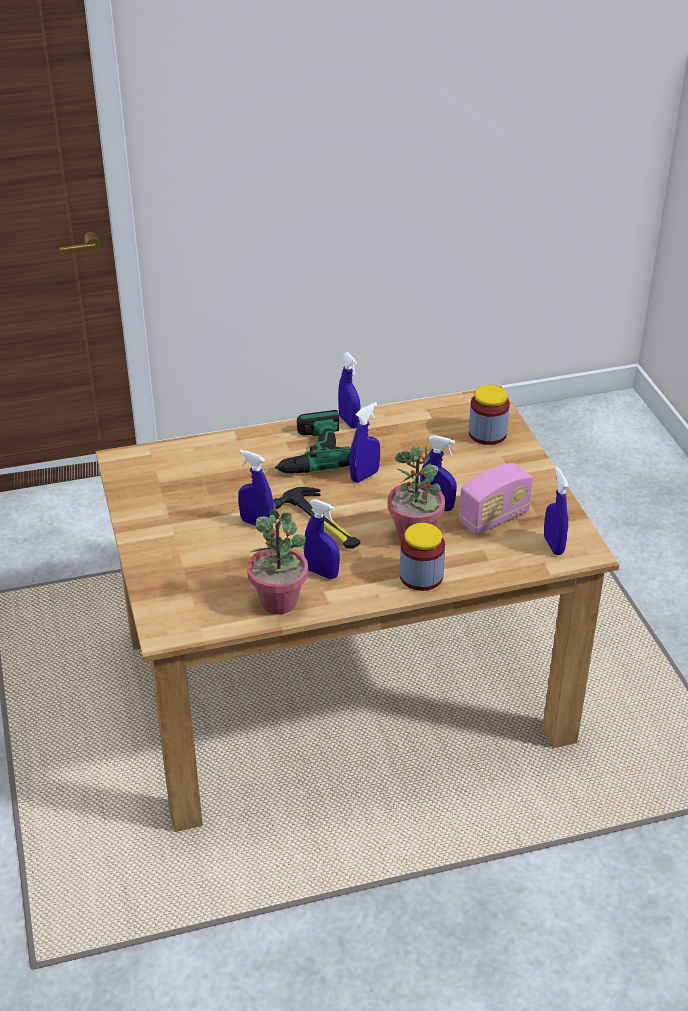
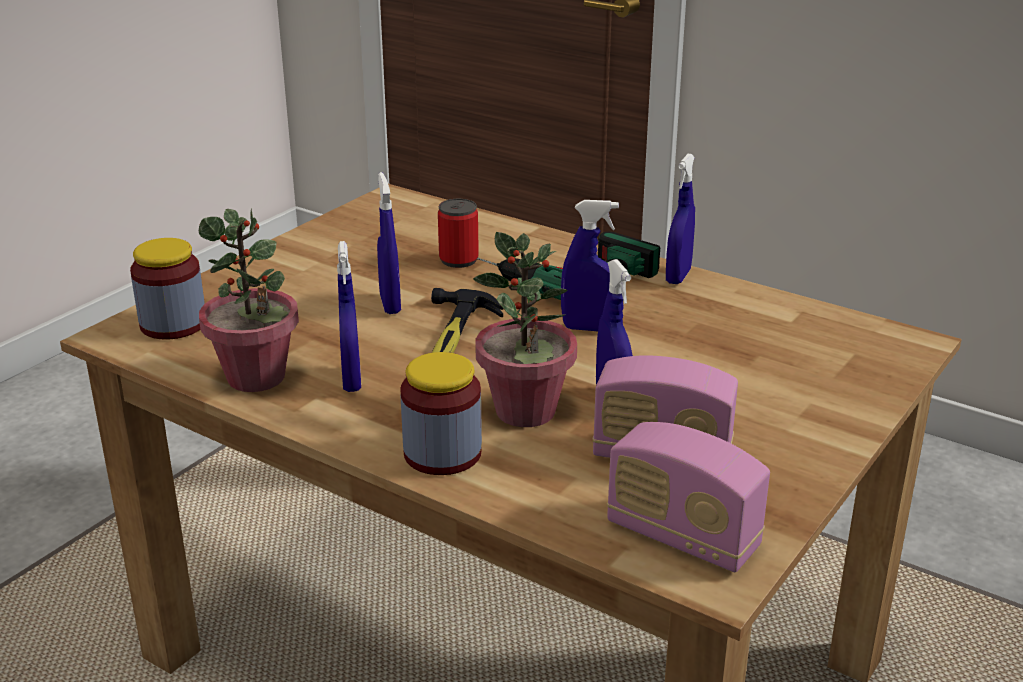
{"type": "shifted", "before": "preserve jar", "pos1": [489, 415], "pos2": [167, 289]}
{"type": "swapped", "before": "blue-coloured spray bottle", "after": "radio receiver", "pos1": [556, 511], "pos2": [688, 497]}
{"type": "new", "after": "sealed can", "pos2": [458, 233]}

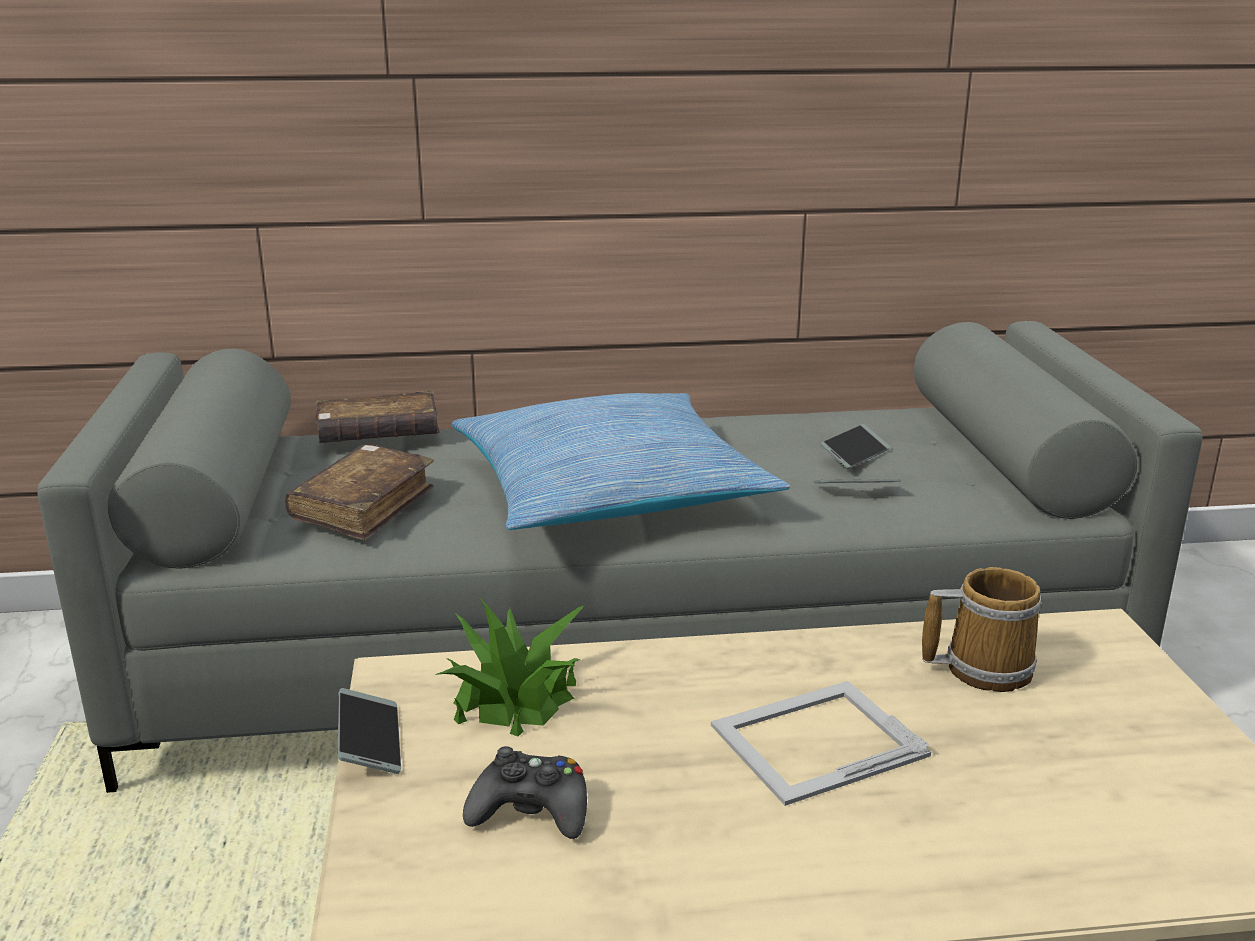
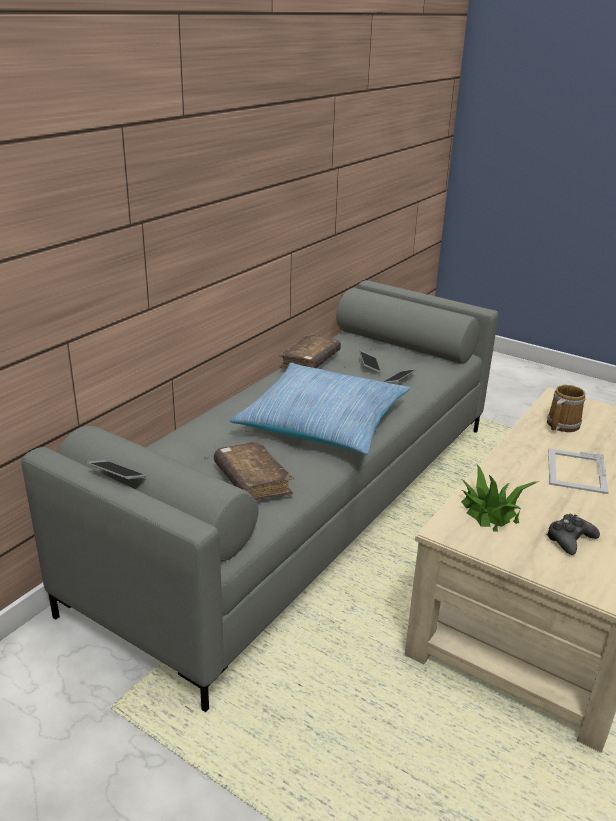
{"type": "shifted", "before": "brown book", "pos1": [377, 416], "pos2": [310, 351]}
{"type": "shifted", "before": "phone", "pos1": [369, 731], "pos2": [116, 469]}

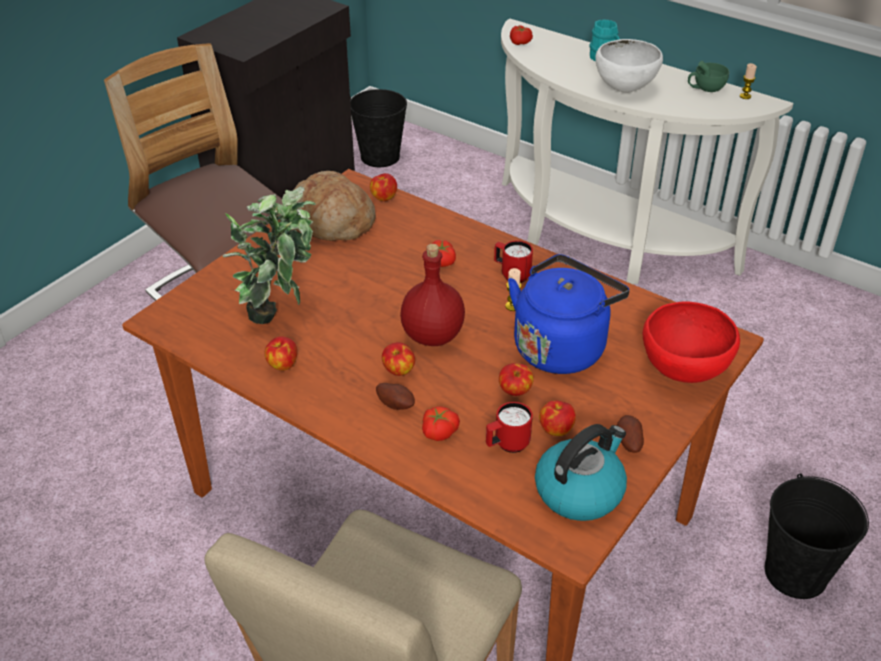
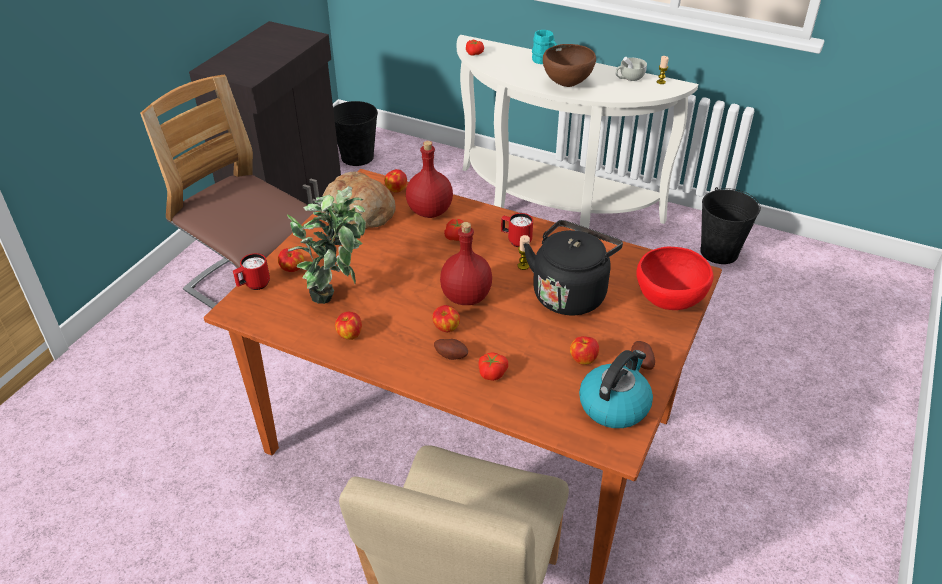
{"type": "shifted", "before": "red-coloured mug", "pos1": [509, 427], "pos2": [251, 271]}
{"type": "shifted", "before": "whole apple", "pos1": [516, 379], "pos2": [291, 260]}
{"type": "repainted", "before": "blue-coloured tea kettle", "after": "blackish tea kettle", "pos1": [569, 314], "pos2": [573, 267]}
{"type": "repainted", "before": "white-coloured bowl", "after": "brown bowl", "pos1": [629, 66], "pos2": [569, 65]}
{"type": "repainted", "before": "greenish cup", "after": "white-coloured cup", "pos1": [708, 76], "pos2": [631, 69]}
{"type": "shifted", "before": "blackish pail", "pos1": [816, 536], "pos2": [730, 225]}
{"type": "new", "after": "red-coloured bottle", "pos2": [429, 179]}

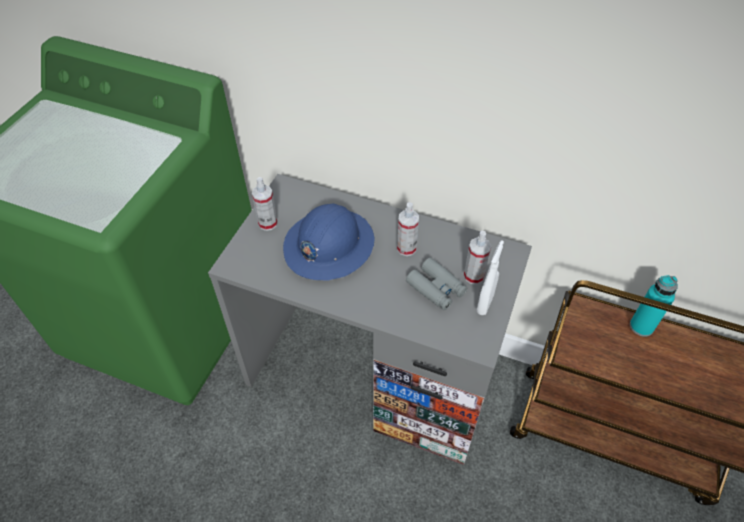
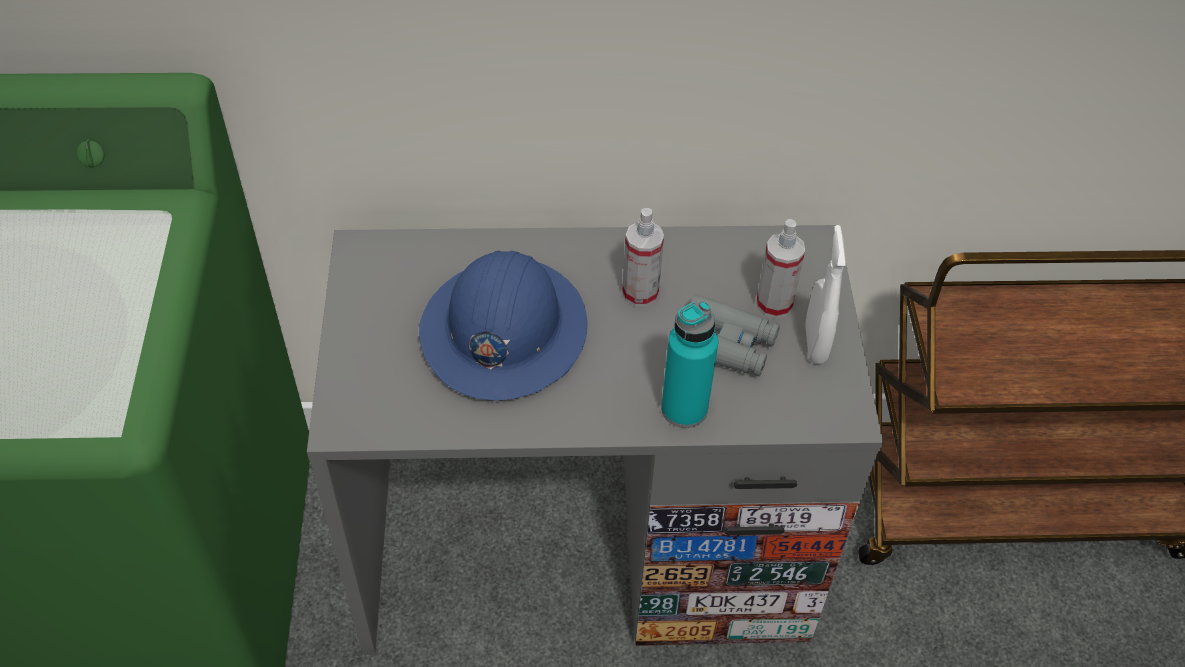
{"type": "gone", "before": "spray bottle", "pos1": [265, 204]}
{"type": "shifted", "before": "turquoise bottle", "pos1": [654, 306], "pos2": [689, 364]}

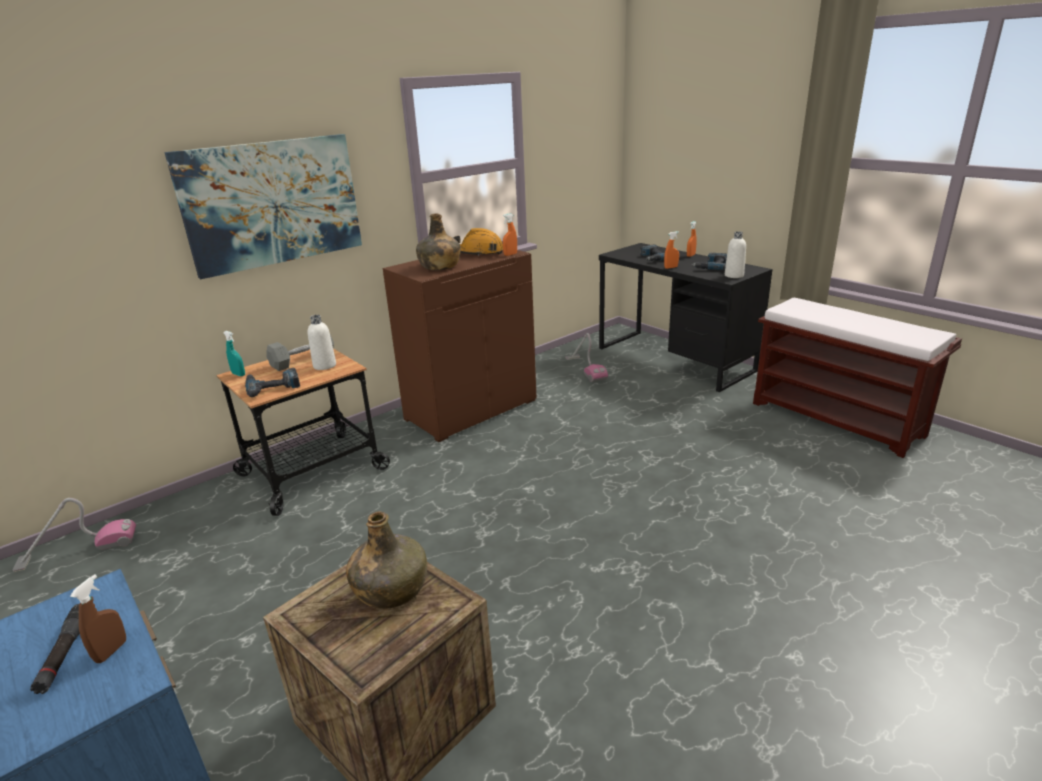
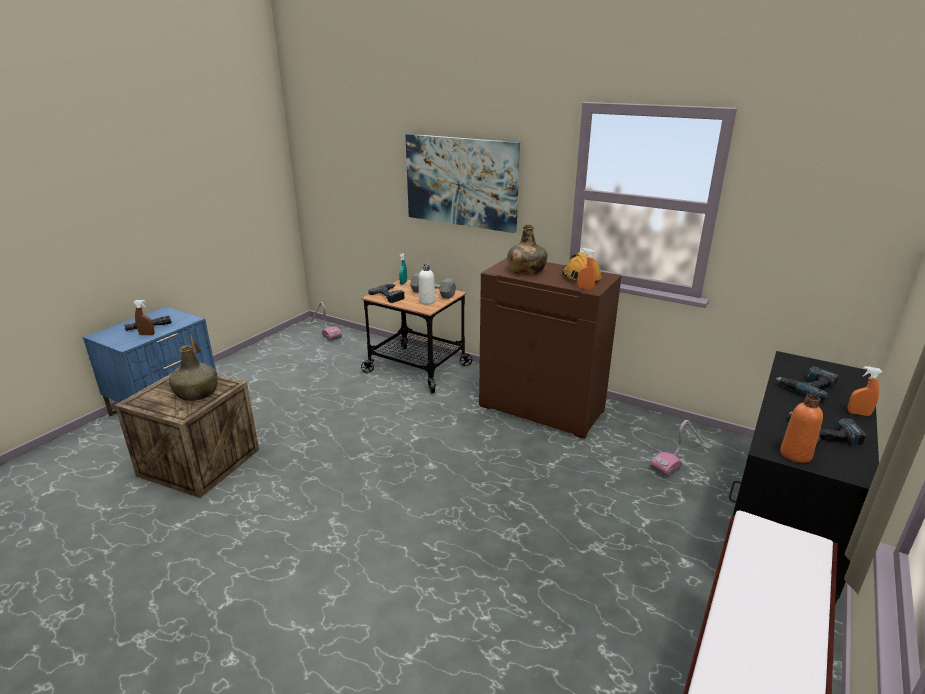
{"type": "gone", "before": "orange spray bottle", "pos1": [671, 250]}
{"type": "repainted", "before": "white-coloured bottle", "after": "orange bottle", "pos1": [735, 254], "pos2": [801, 428]}

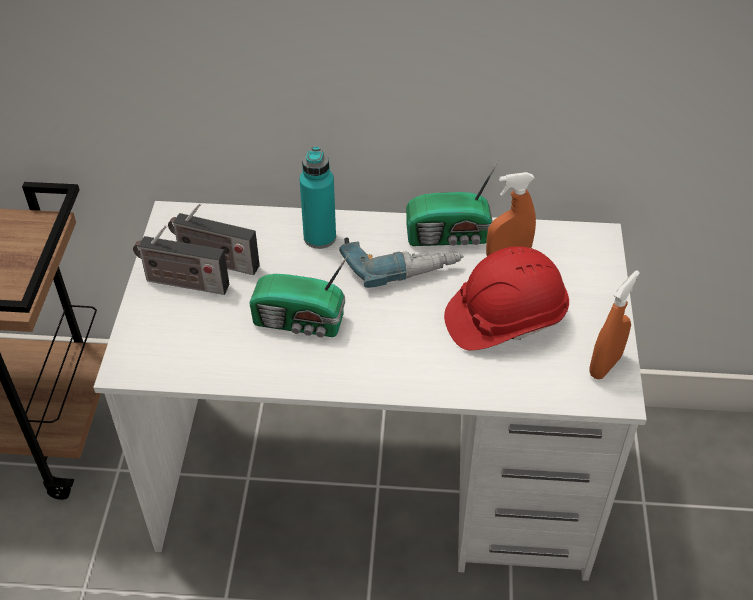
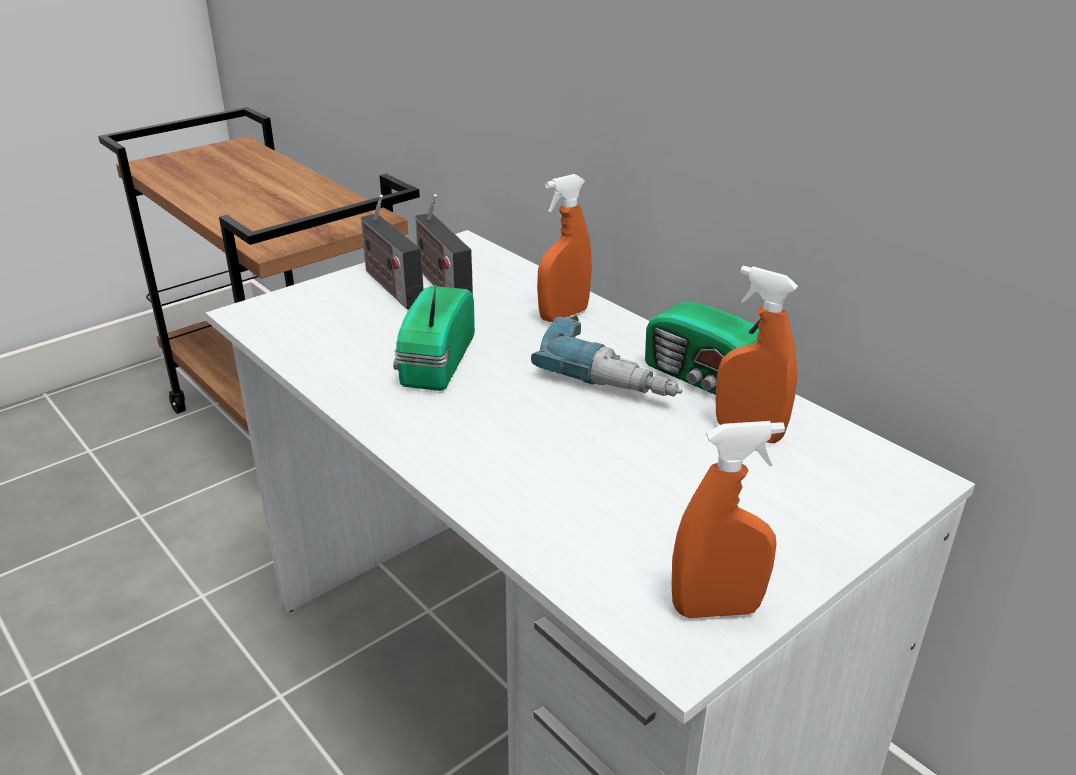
{"type": "rotated", "before": "radio receiver", "pos1": [299, 295], "pos2": [434, 338], "turn": 45}
{"type": "swapped", "before": "turquoise bottle", "after": "orange spray bottle", "pos1": [317, 198], "pos2": [564, 248]}
{"type": "gone", "before": "red-coloured work helmet", "pos1": [506, 298]}

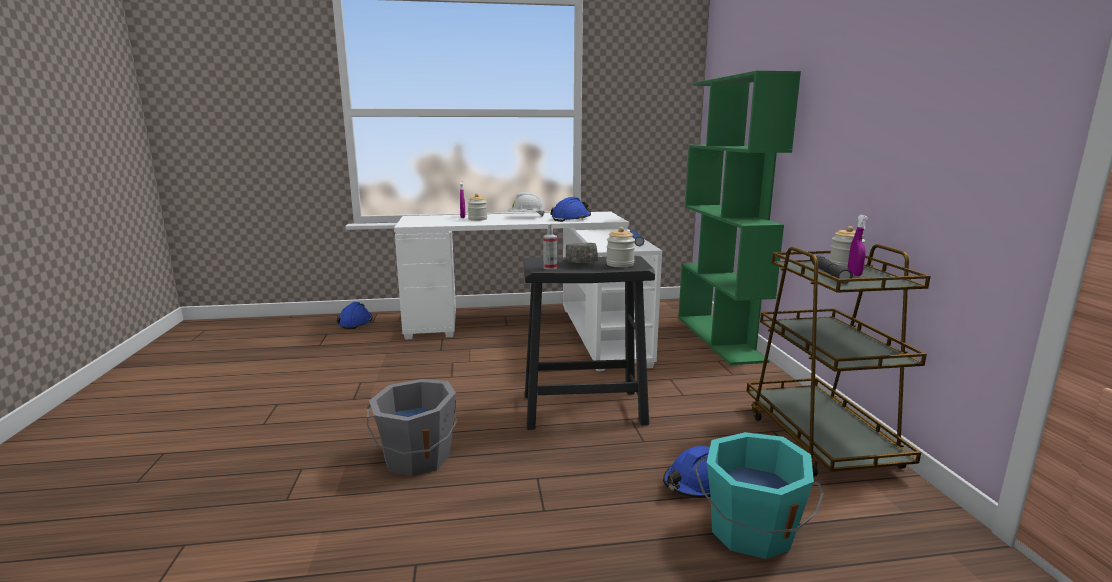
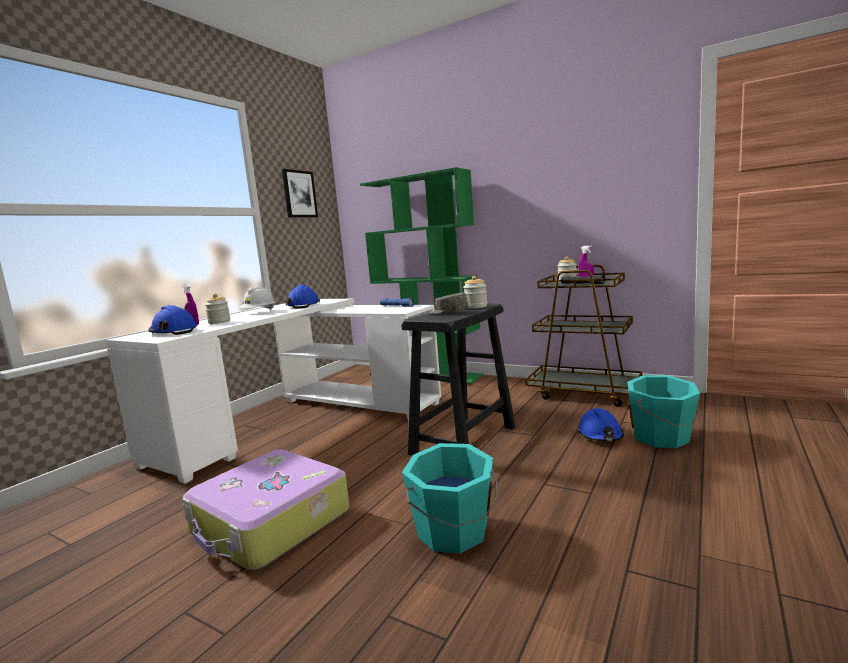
{"type": "shifted", "before": "blue-coloured work helmet", "pos1": [354, 315], "pos2": [173, 320]}
{"type": "repainted", "before": "gray pail", "after": "turquoise pail", "pos1": [412, 427], "pos2": [450, 498]}
{"type": "gone", "before": "spray bottle", "pos1": [550, 247]}
{"type": "new", "after": "suitcase", "pos2": [265, 509]}
{"type": "new", "after": "wall art", "pos2": [300, 193]}

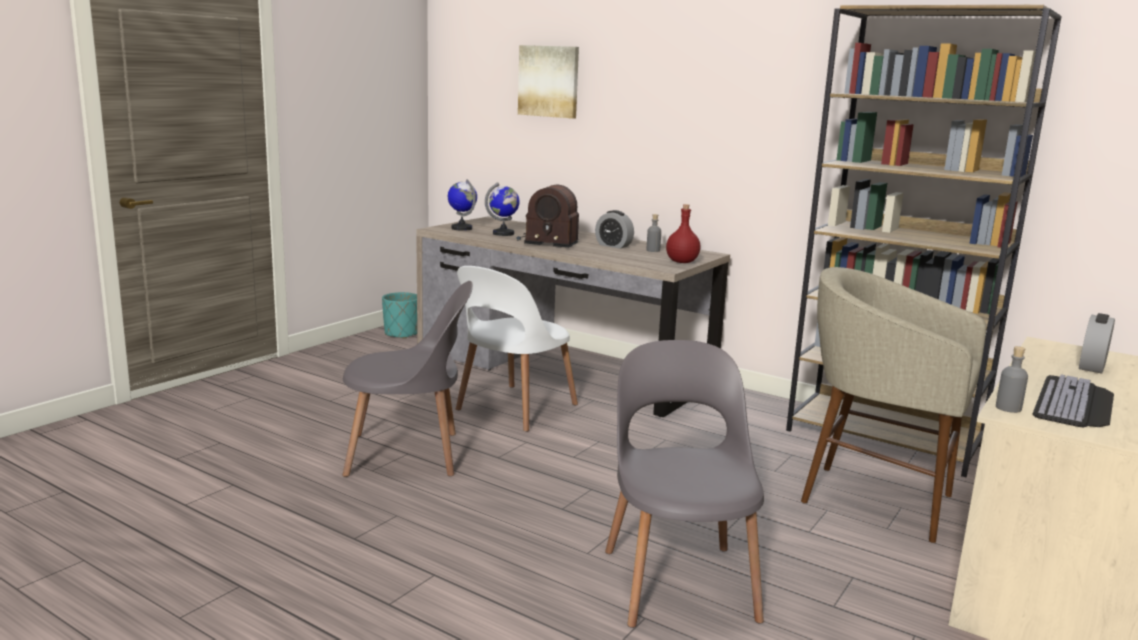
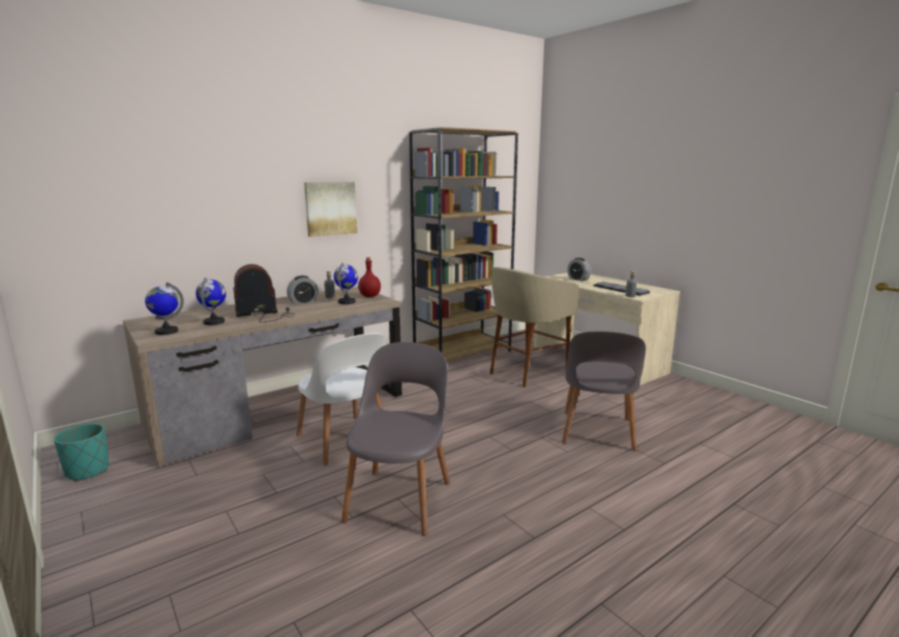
{"type": "rotated", "before": "radio receiver", "pos1": [547, 216], "pos2": [264, 293], "turn": -150}
{"type": "shifted", "before": "wall art", "pos1": [548, 82], "pos2": [330, 209]}
{"type": "rotated", "before": "gray chair", "pos1": [684, 484], "pos2": [604, 391], "turn": -90}
{"type": "new", "after": "globe", "pos2": [346, 283]}

